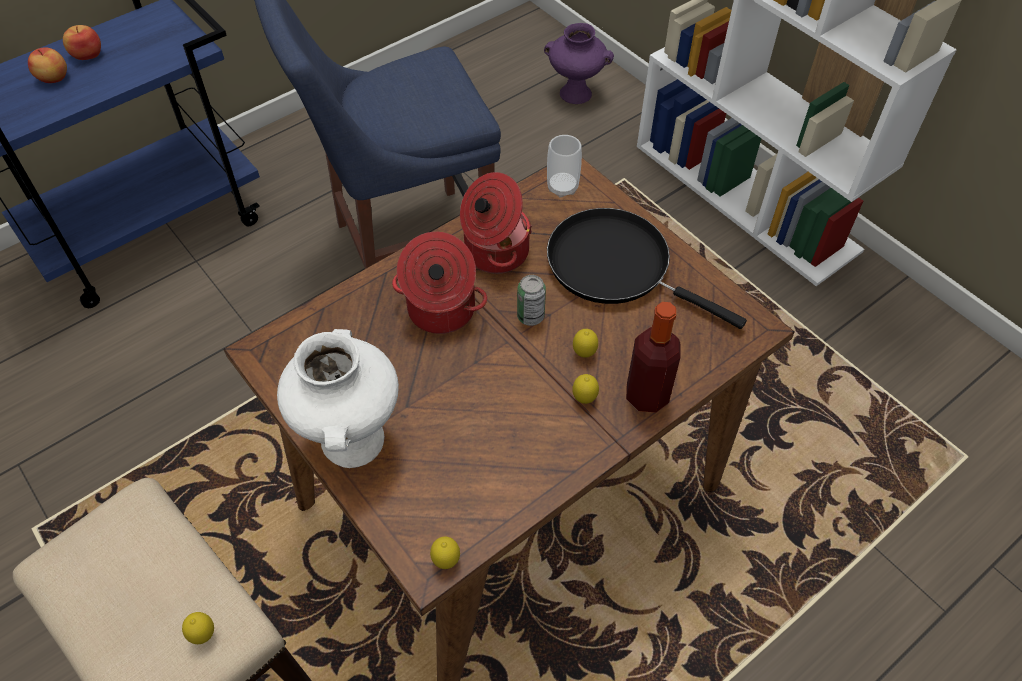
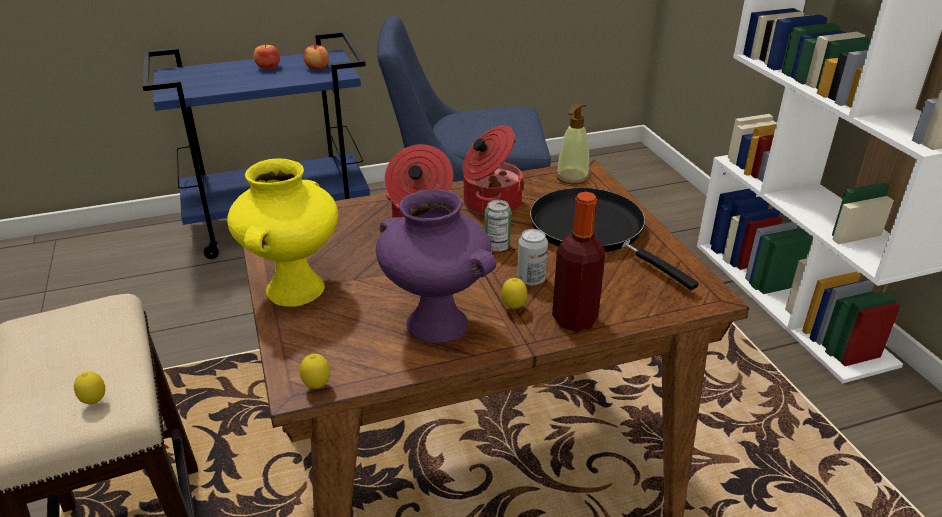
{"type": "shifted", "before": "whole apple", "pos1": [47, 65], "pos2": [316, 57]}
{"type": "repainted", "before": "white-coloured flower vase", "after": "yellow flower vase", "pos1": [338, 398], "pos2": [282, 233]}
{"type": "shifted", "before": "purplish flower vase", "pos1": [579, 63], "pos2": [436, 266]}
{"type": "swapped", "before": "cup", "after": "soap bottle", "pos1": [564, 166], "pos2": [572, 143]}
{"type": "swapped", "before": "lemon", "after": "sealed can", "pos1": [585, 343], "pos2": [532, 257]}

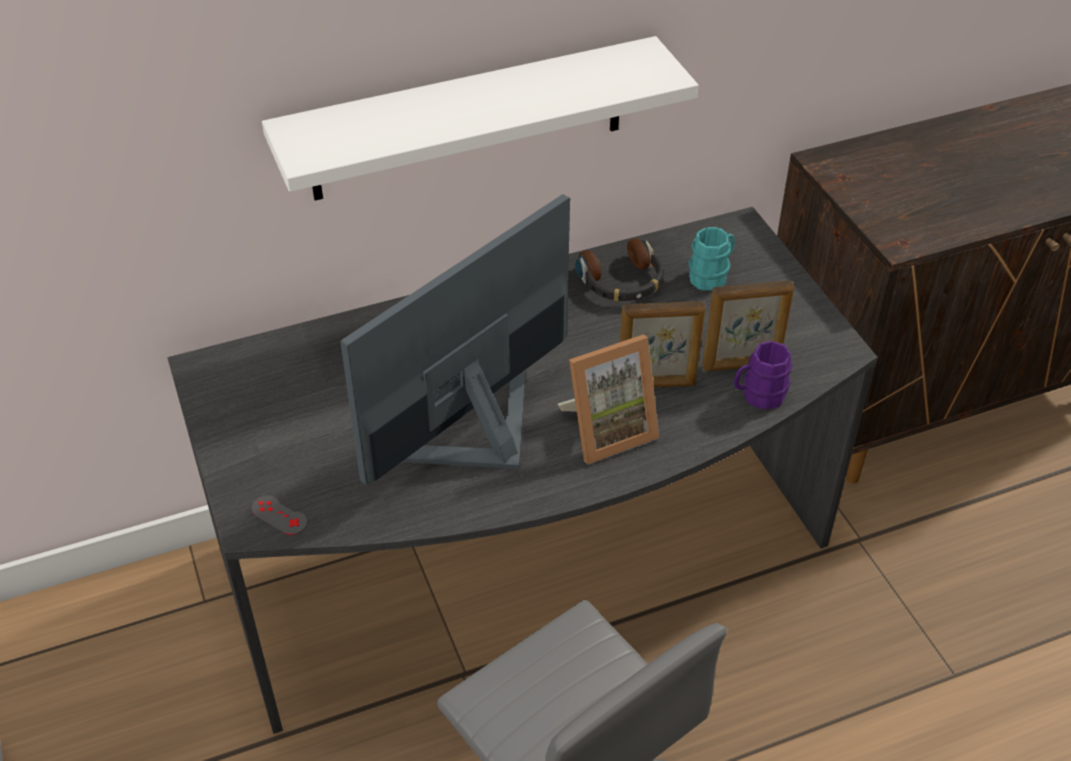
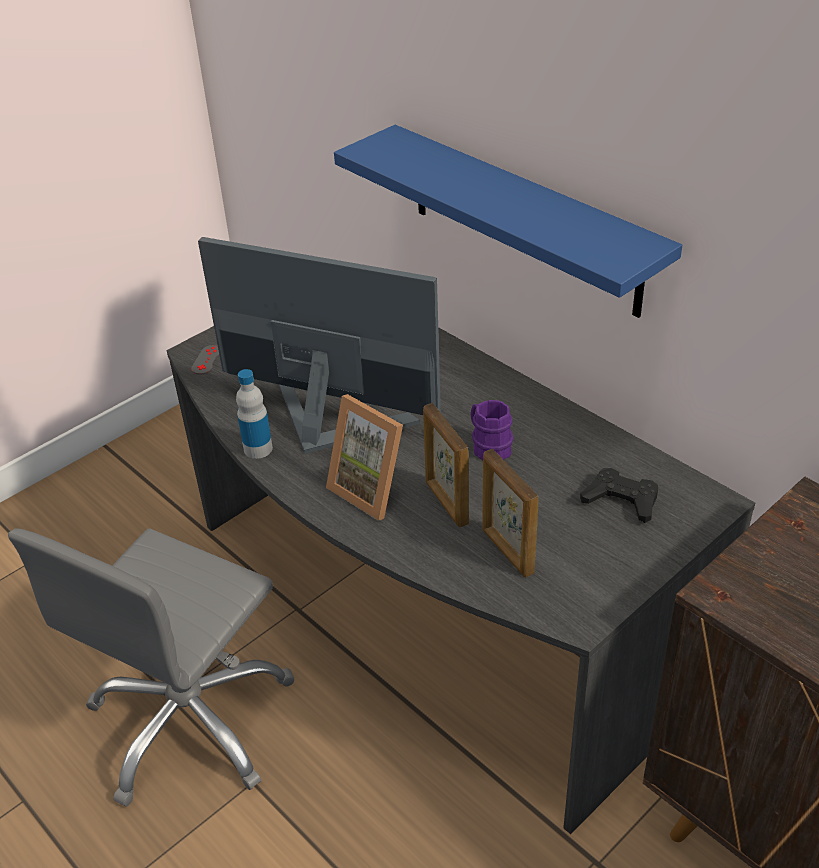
{"type": "repainted", "before": "white-coloured shelf", "after": "blue-coloured shelf", "pos1": [480, 118], "pos2": [508, 221]}
{"type": "gone", "before": "headset", "pos1": [619, 270]}
{"type": "swapped", "before": "turquoise mug", "after": "blackish joypad", "pos1": [711, 258], "pos2": [619, 495]}
{"type": "shifted", "before": "purplish mug", "pos1": [763, 375], "pos2": [492, 430]}
{"type": "new", "after": "bottle", "pos2": [254, 414]}

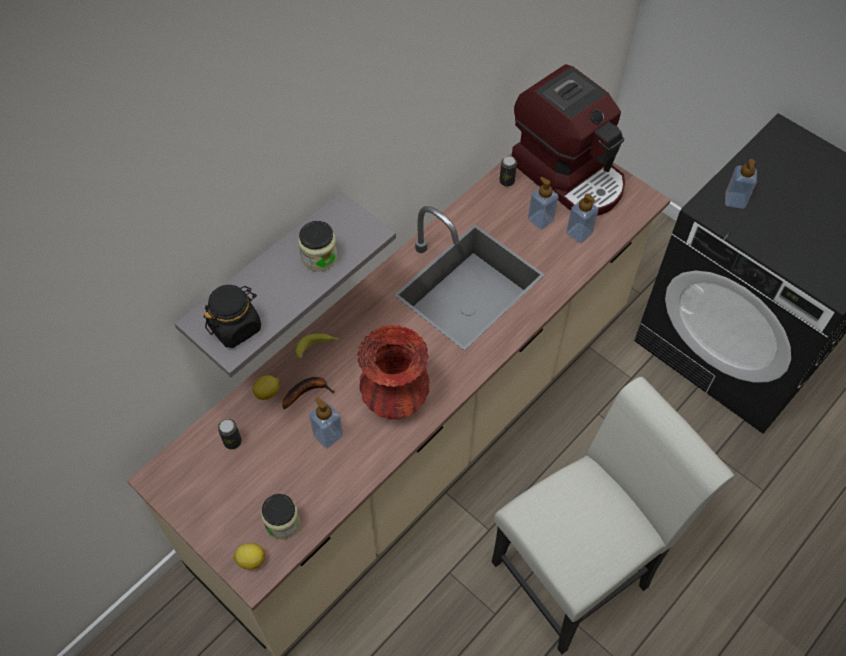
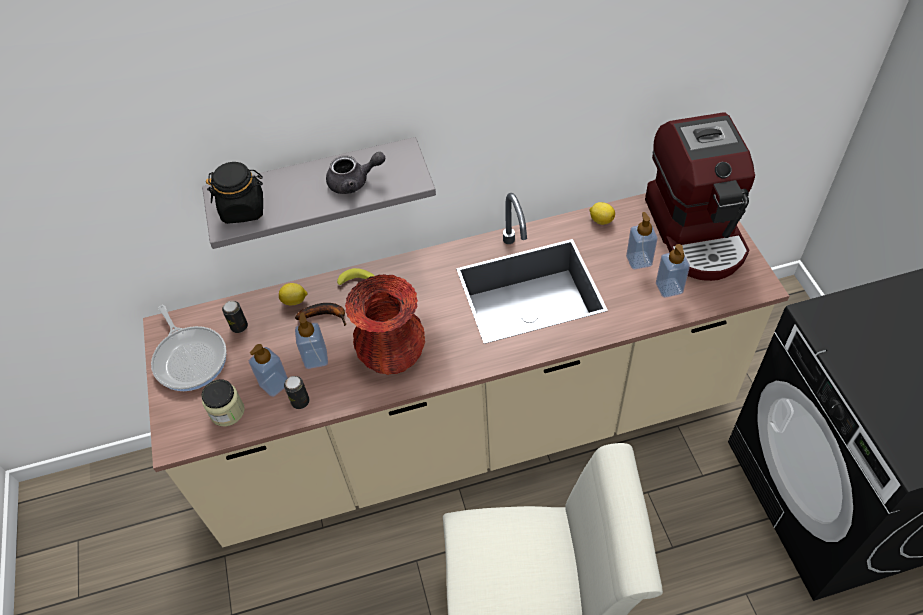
{"type": "shifted", "before": "lemon", "pos1": [249, 556], "pos2": [602, 213]}
{"type": "swapped", "before": "preserve jar", "after": "gray tea pot", "pos1": [318, 246], "pos2": [356, 173]}
{"type": "shifted", "before": "sealed can", "pos1": [508, 171], "pos2": [297, 392]}
{"type": "shifted", "before": "soap bottle", "pos1": [741, 184], "pos2": [268, 370]}
{"type": "new", "after": "frying pan", "pos2": [188, 348]}

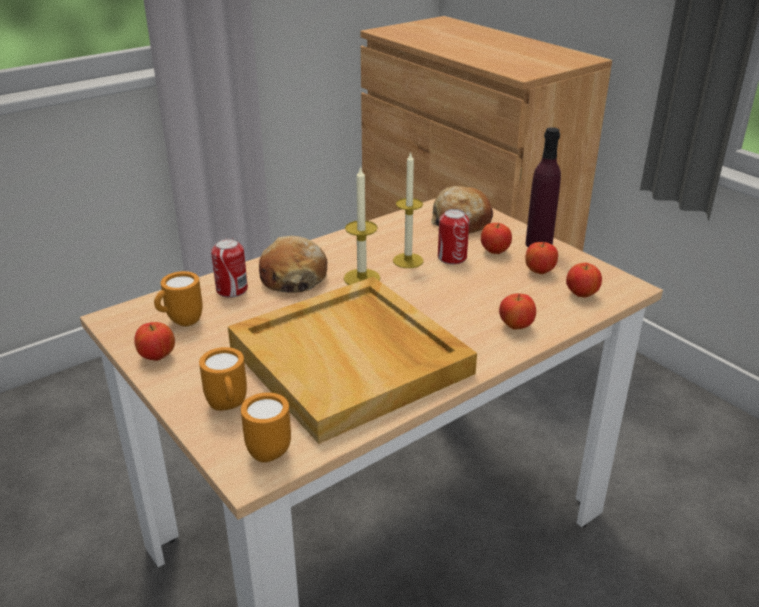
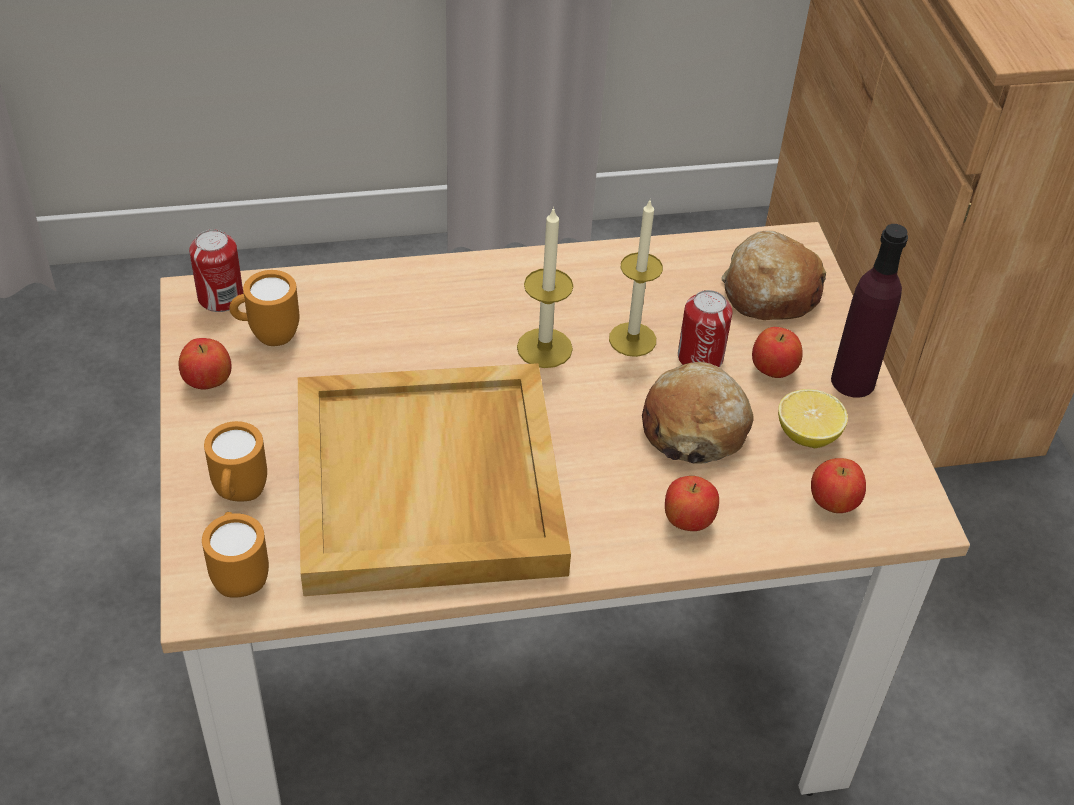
{"type": "shifted", "before": "sealed can", "pos1": [229, 268], "pos2": [216, 270]}
{"type": "shifted", "before": "baked bread", "pos1": [293, 264], "pos2": [698, 413]}
{"type": "swapped", "before": "whole apple", "after": "lemon", "pos1": [541, 258], "pos2": [813, 418]}

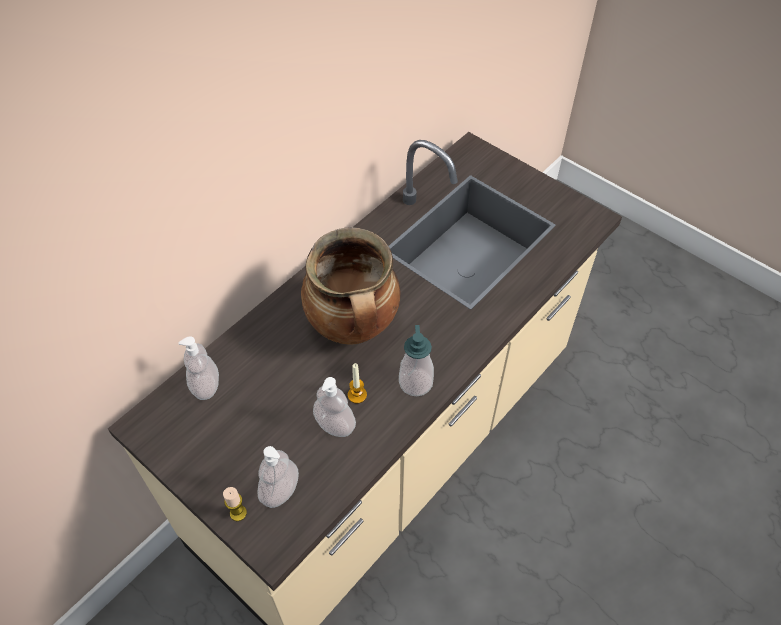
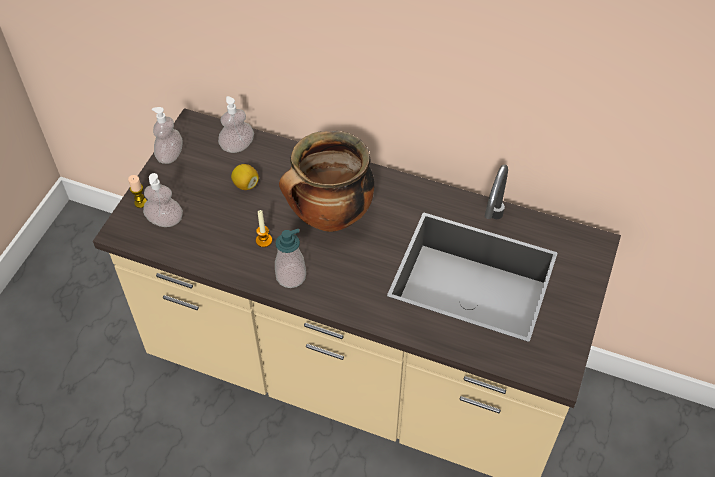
{"type": "shifted", "before": "soap bottle", "pos1": [334, 407], "pos2": [167, 135]}
{"type": "new", "after": "lemon", "pos2": [245, 177]}

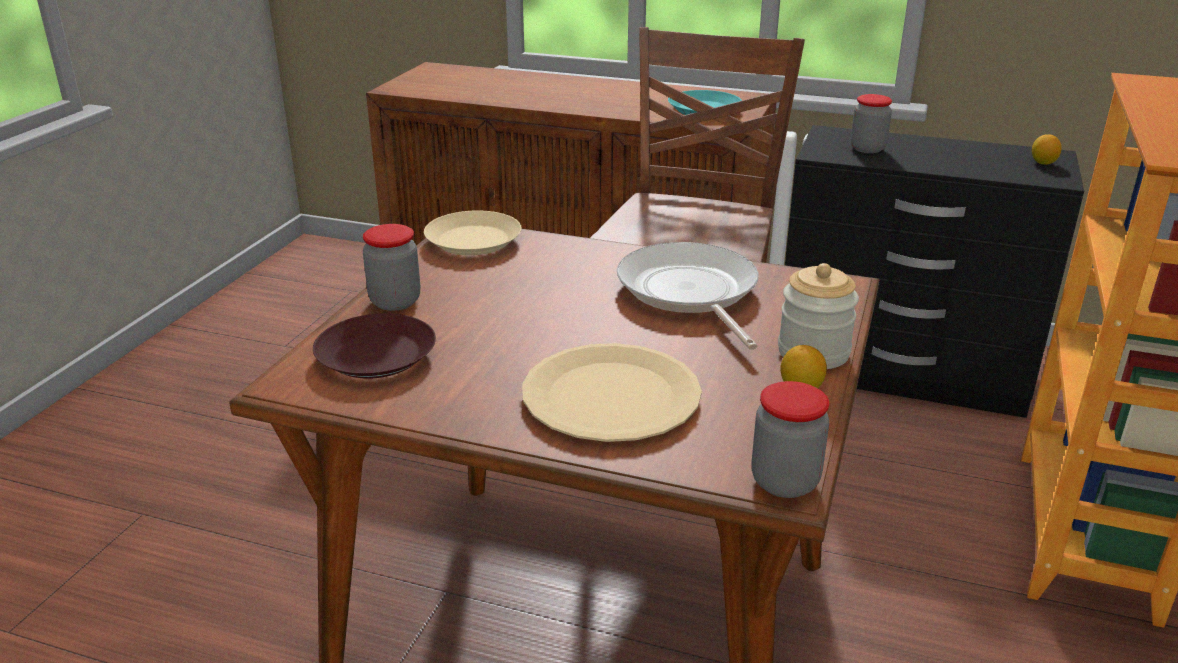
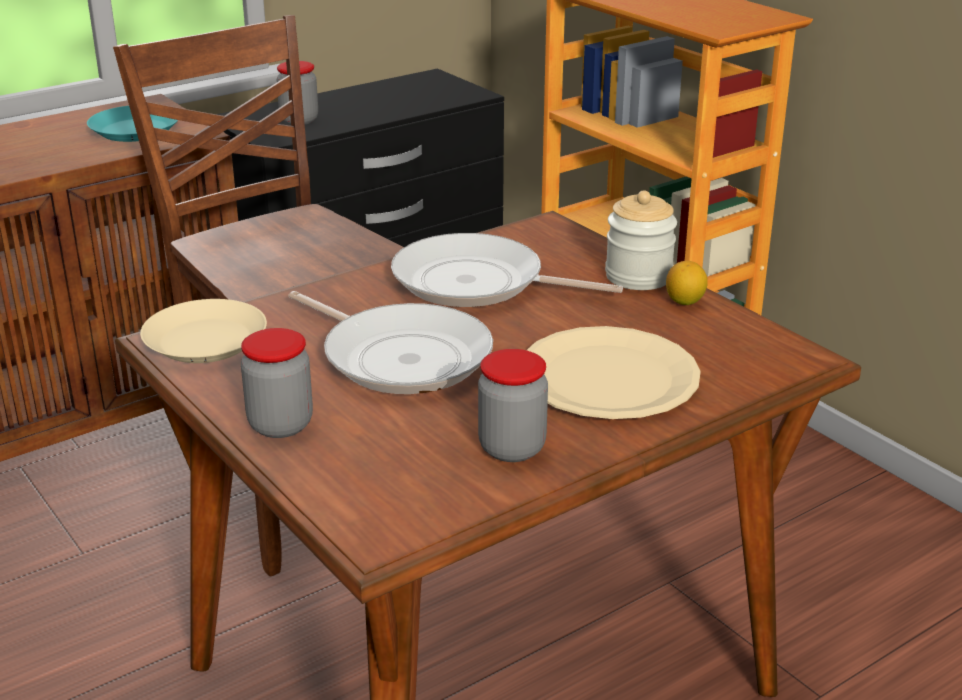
{"type": "gone", "before": "brown flat dish", "pos1": [374, 346]}
{"type": "shifted", "before": "preserve jar", "pos1": [790, 439], "pos2": [513, 405]}
{"type": "gone", "before": "lemon", "pos1": [1047, 149]}
{"type": "new", "after": "frying pan", "pos2": [391, 342]}

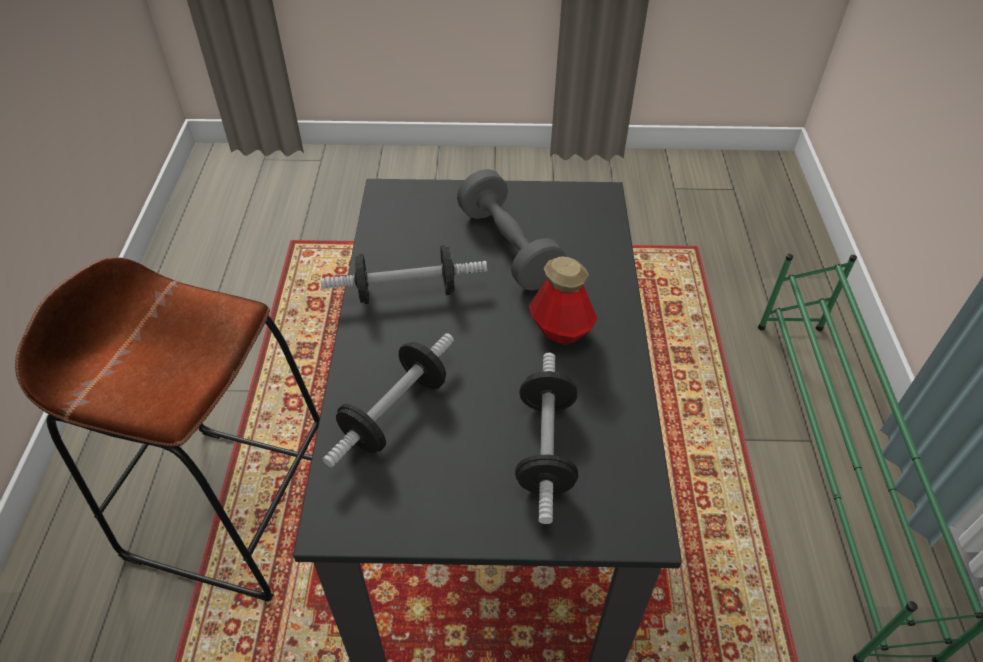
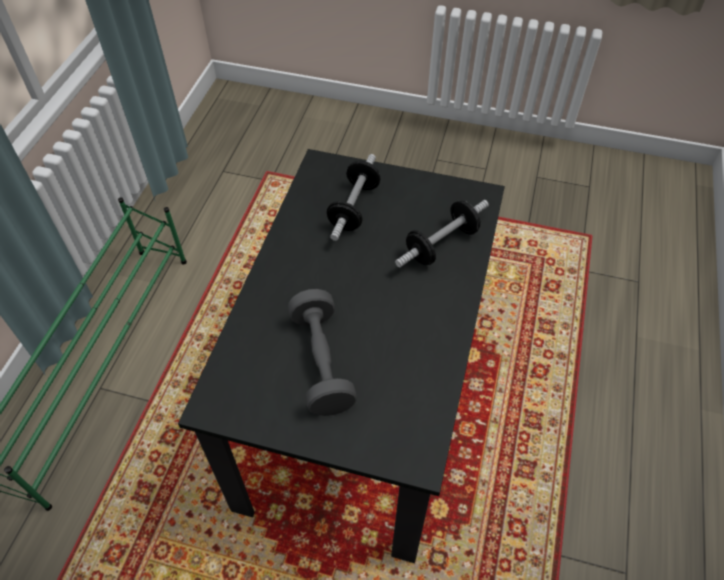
{"type": "gone", "before": "brown stool", "pos1": [167, 429]}
{"type": "gone", "before": "dumbbell", "pos1": [404, 275]}
{"type": "gone", "before": "bottle", "pos1": [563, 301]}

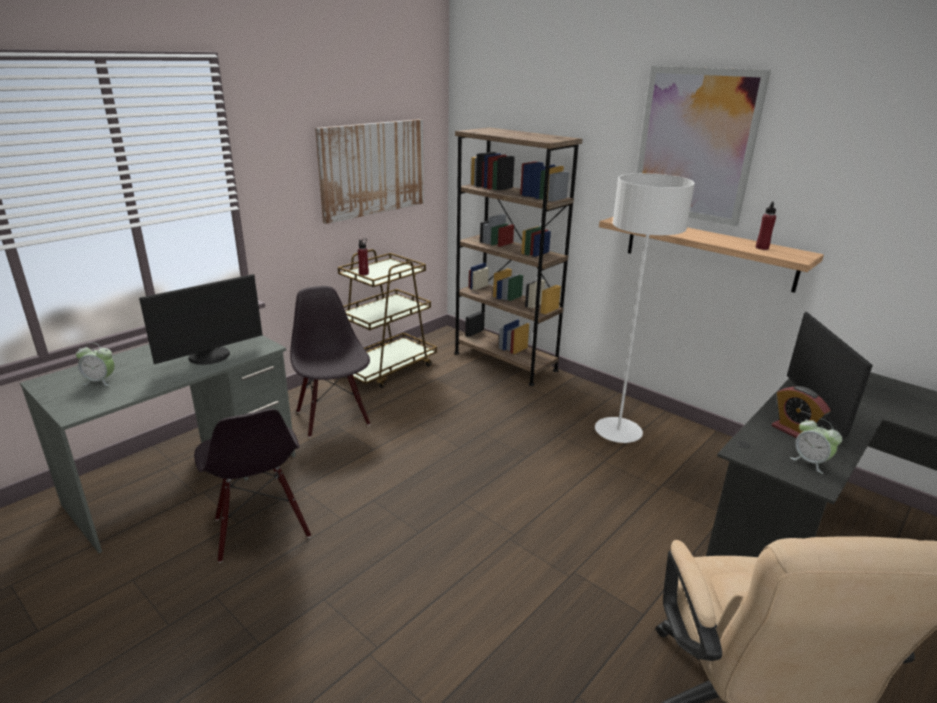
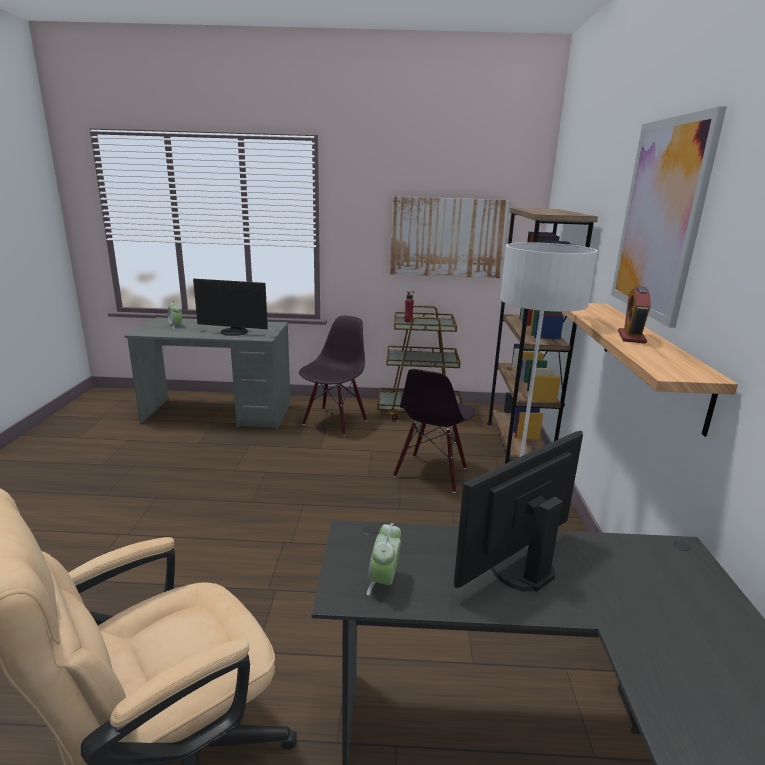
{"type": "shifted", "before": "blackish chair", "pos1": [252, 486], "pos2": [434, 431]}
{"type": "gone", "before": "red-coloured bottle", "pos1": [766, 226]}
{"type": "shifted", "before": "table clock", "pos1": [801, 412], "pos2": [634, 315]}

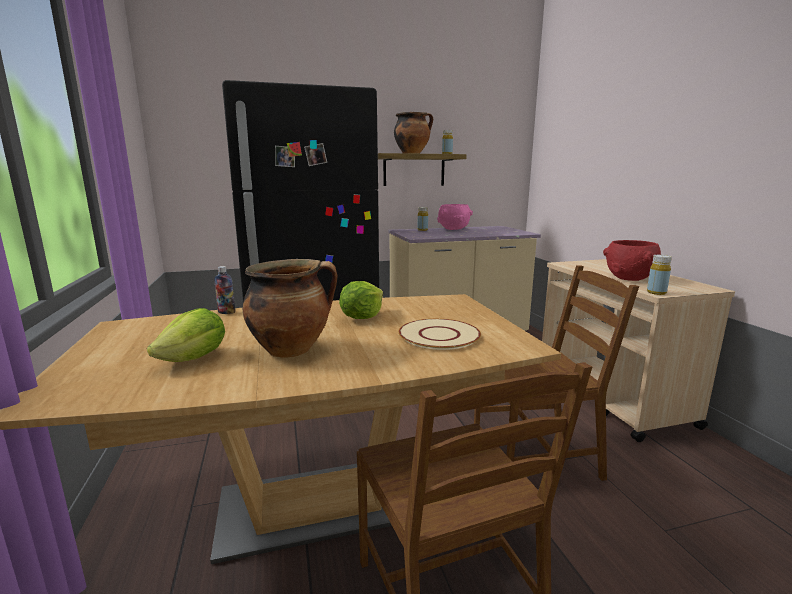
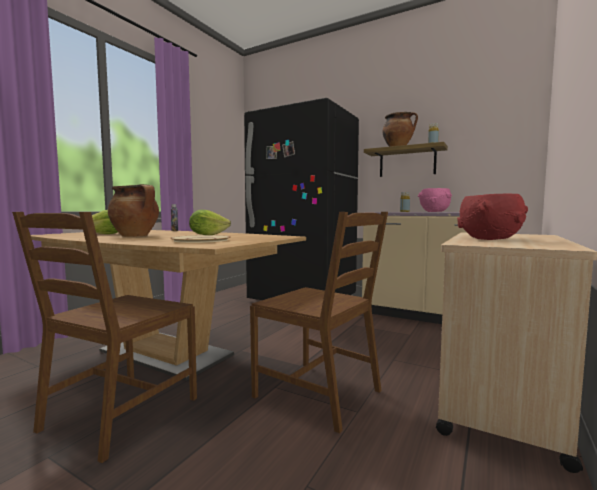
{"type": "gone", "before": "yellow bottle", "pos1": [659, 275]}

